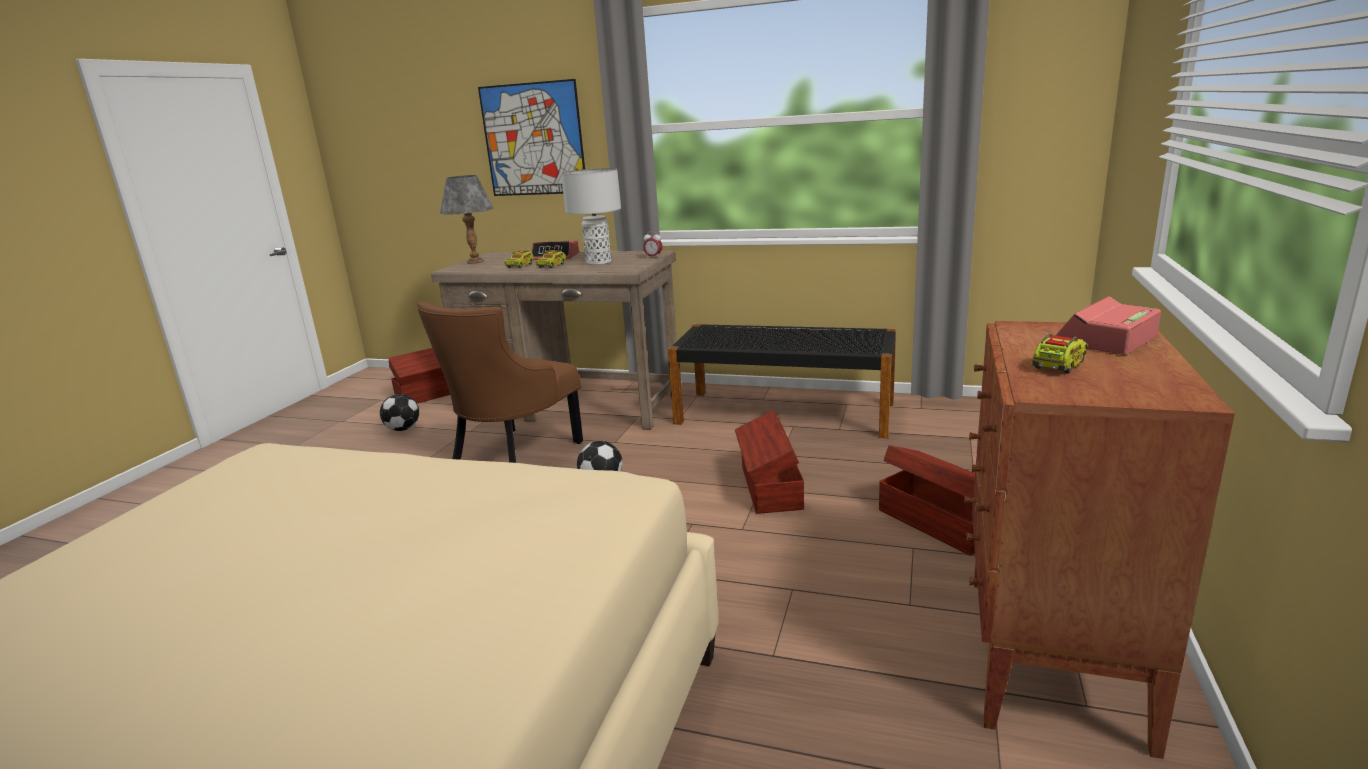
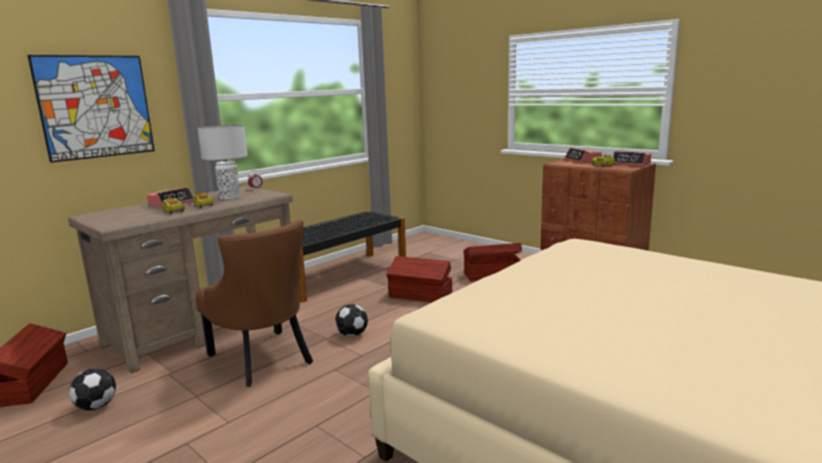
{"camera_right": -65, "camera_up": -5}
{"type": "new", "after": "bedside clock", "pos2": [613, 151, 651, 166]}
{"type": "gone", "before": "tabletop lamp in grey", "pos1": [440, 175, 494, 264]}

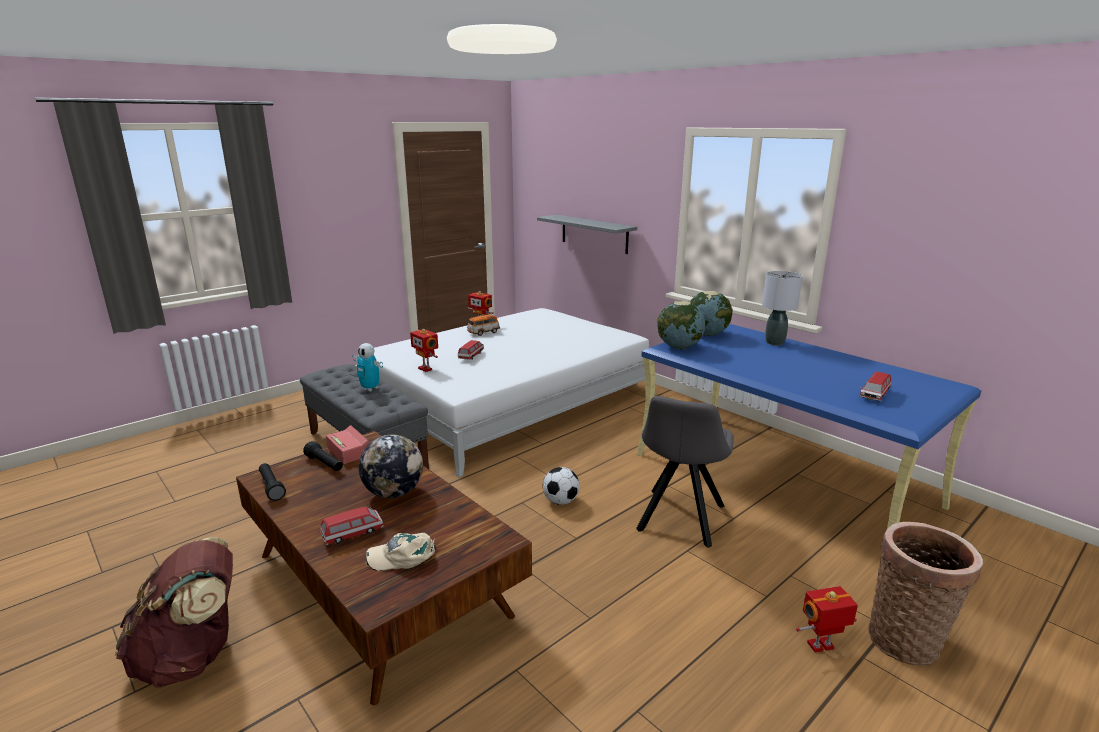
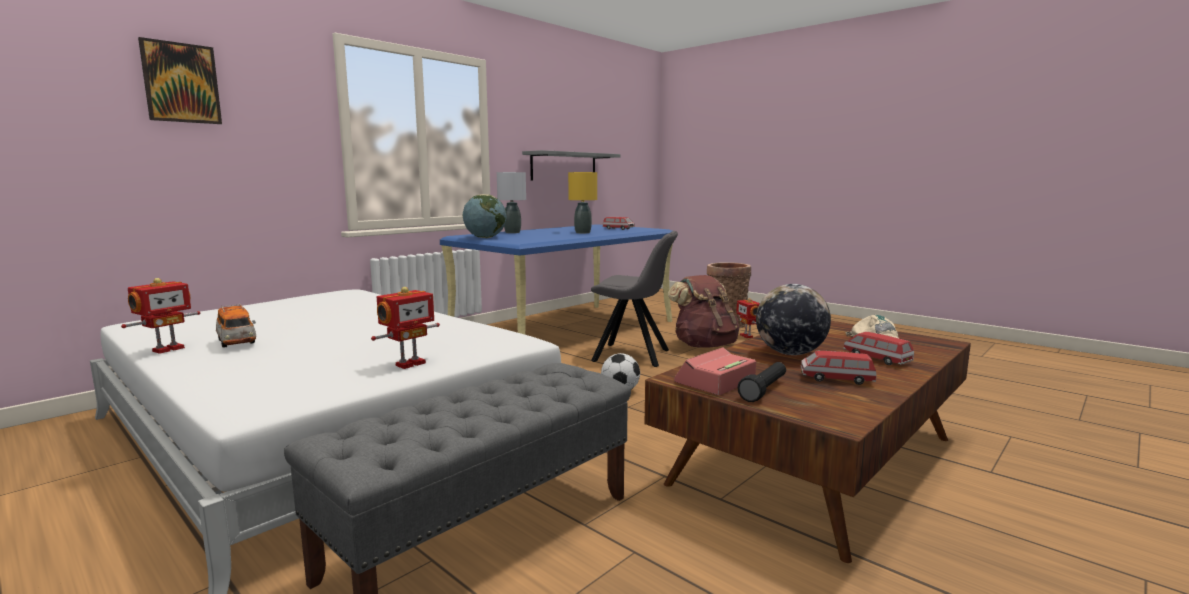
{"camera_right": -95, "camera_up": -10}
{"type": "new", "after": "wall art", "pos2": [138, 37, 222, 124]}
{"type": "shifted", "before": "shelf in grey", "pos1": [537, 215, 637, 254], "pos2": [522, 150, 621, 180]}
{"type": "new", "after": "tabletop lamp in yellow", "pos2": [568, 172, 597, 233]}
{"type": "shifted", "before": "backpack in brown", "pos1": [115, 537, 233, 687], "pos2": [668, 275, 739, 348]}
{"type": "shifted", "before": "miniature car", "pos1": [458, 340, 484, 360], "pos2": [801, 351, 876, 385]}
{"type": "gone", "before": "torch in black", "pos1": [259, 463, 286, 501]}
{"type": "gone", "before": "robot figure", "pos1": [352, 343, 383, 391]}
{"type": "gone", "before": "desk globe", "pos1": [657, 301, 705, 349]}

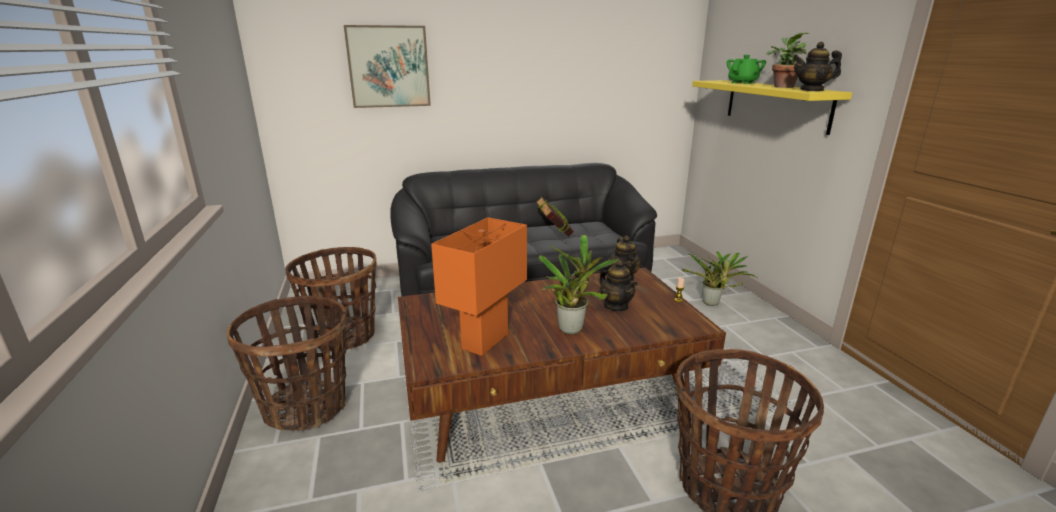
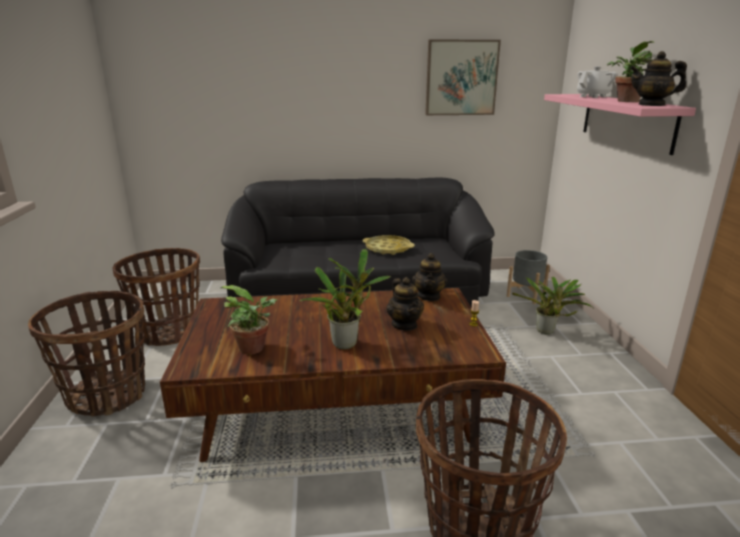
{"camera_right": 10, "camera_up": 0}
{"type": "swapped", "before": "tabletop lamp in orangey", "after": "plant in a pot", "pos1": [431, 217, 527, 356], "pos2": [221, 285, 277, 355]}
{"type": "swapped", "before": "book", "after": "tray in yellow", "pos1": [536, 197, 574, 237], "pos2": [362, 235, 415, 255]}
{"type": "shifted", "before": "wall art", "pos1": [344, 25, 431, 108], "pos2": [425, 40, 501, 115]}
{"type": "new", "after": "planter in grey", "pos2": [507, 250, 550, 304]}
{"type": "repainted", "before": "shelf in yellow", "after": "shelf in pinkish", "pos1": [692, 80, 852, 135], "pos2": [544, 94, 696, 155]}
{"type": "repainted", "before": "tea pot in greenish", "after": "tea pot in white", "pos1": [727, 55, 766, 84], "pos2": [577, 66, 617, 98]}

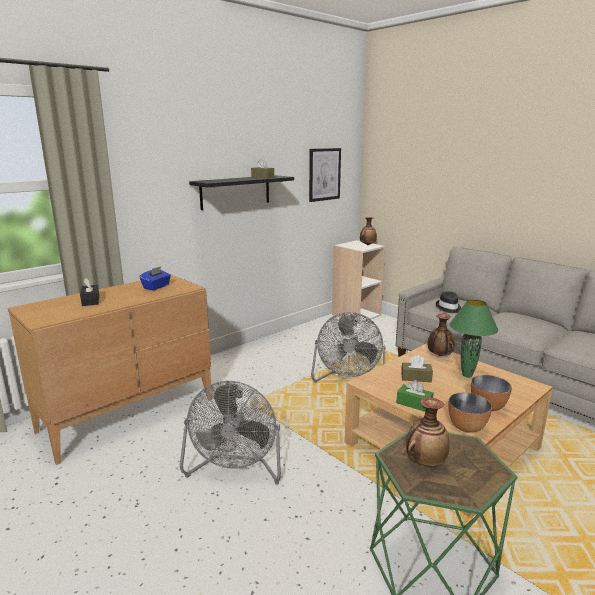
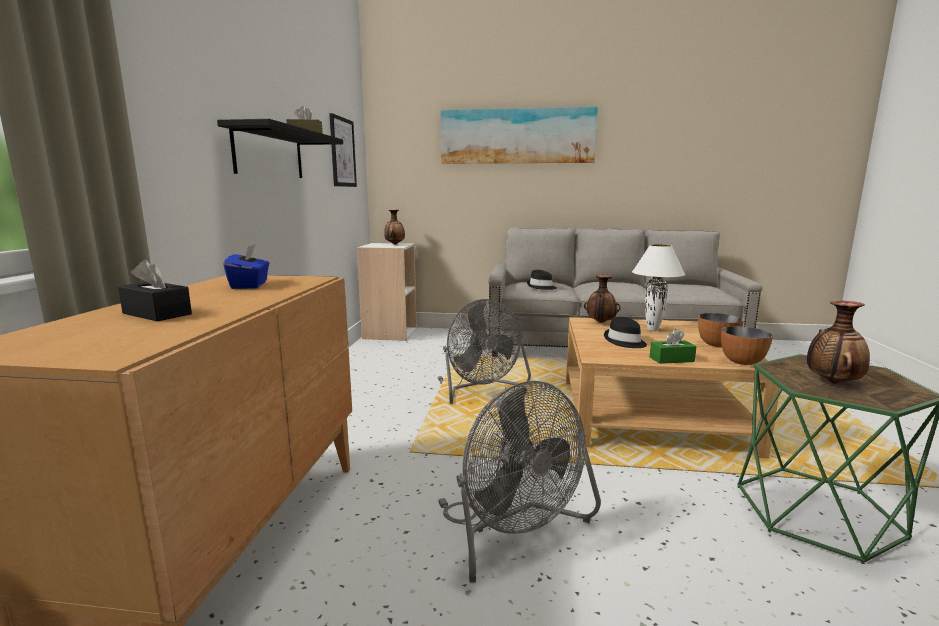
{"camera_right": -40, "camera_up": -5}
{"type": "new", "after": "wall art", "pos2": [440, 107, 598, 164]}
{"type": "swapped", "before": "tissue holder in brown", "after": "clothing hat in black", "pos1": [401, 355, 433, 382], "pos2": [604, 316, 647, 348]}
{"type": "repainted", "before": "tabletop lamp in greenish", "after": "tabletop lamp in white", "pos1": [449, 300, 498, 378], "pos2": [632, 244, 685, 331]}

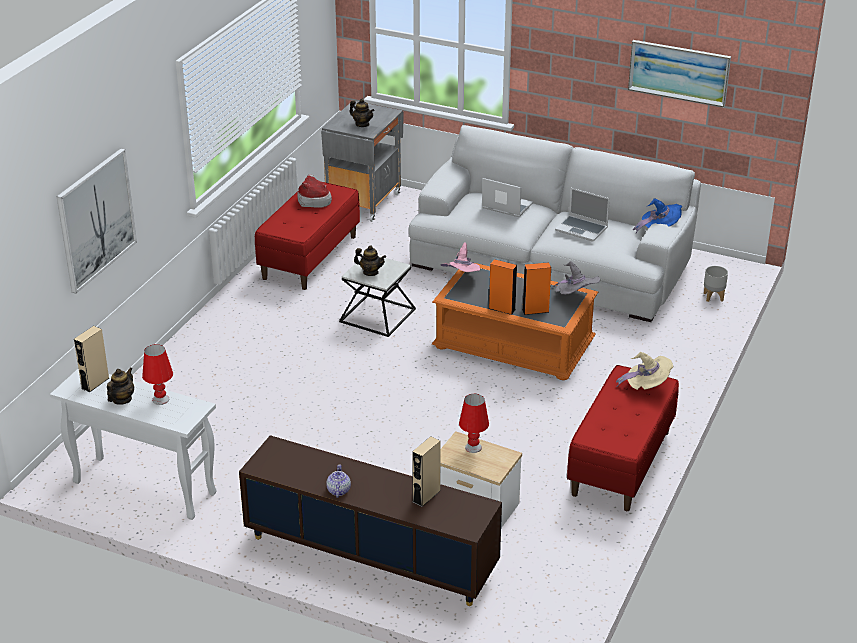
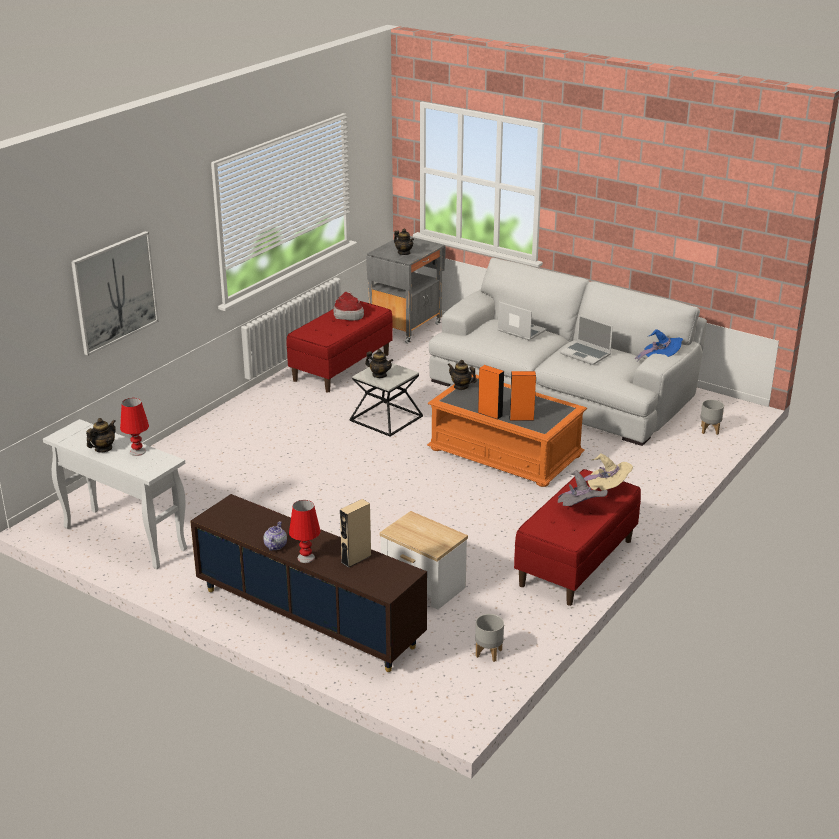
{"camera_right": 10, "camera_up": -5}
{"type": "shifted", "before": "tabletop lamp in red-coloured", "pos1": [459, 394, 489, 453], "pos2": [289, 500, 321, 563]}
{"type": "swapped", "before": "clothing hat in pinkish", "after": "tea pot", "pos1": [440, 242, 480, 272], "pos2": [448, 360, 477, 390]}
{"type": "new", "after": "planter in grey", "pos2": [475, 614, 504, 662]}
{"type": "shifted", "before": "clothing hat in grey", "pos1": [553, 261, 600, 294], "pos2": [558, 470, 608, 506]}
{"type": "gone", "before": "audio speaker in beige", "pos1": [74, 326, 109, 392]}
{"type": "gone", "before": "wall art", "pos1": [628, 40, 731, 107]}

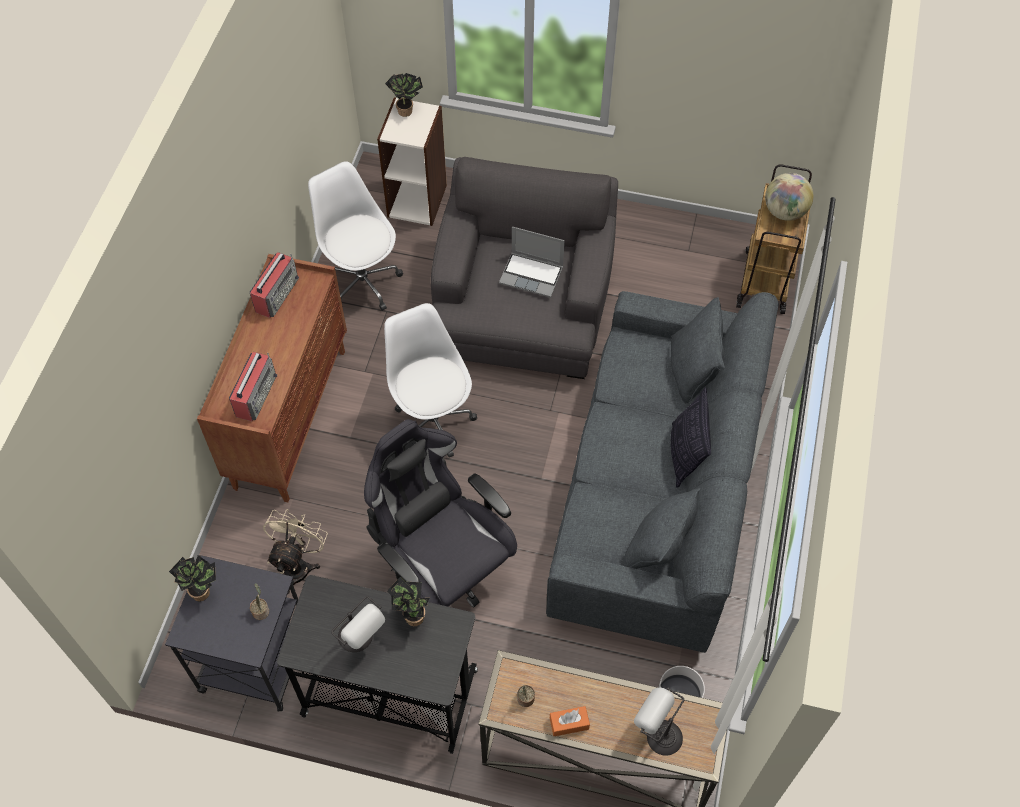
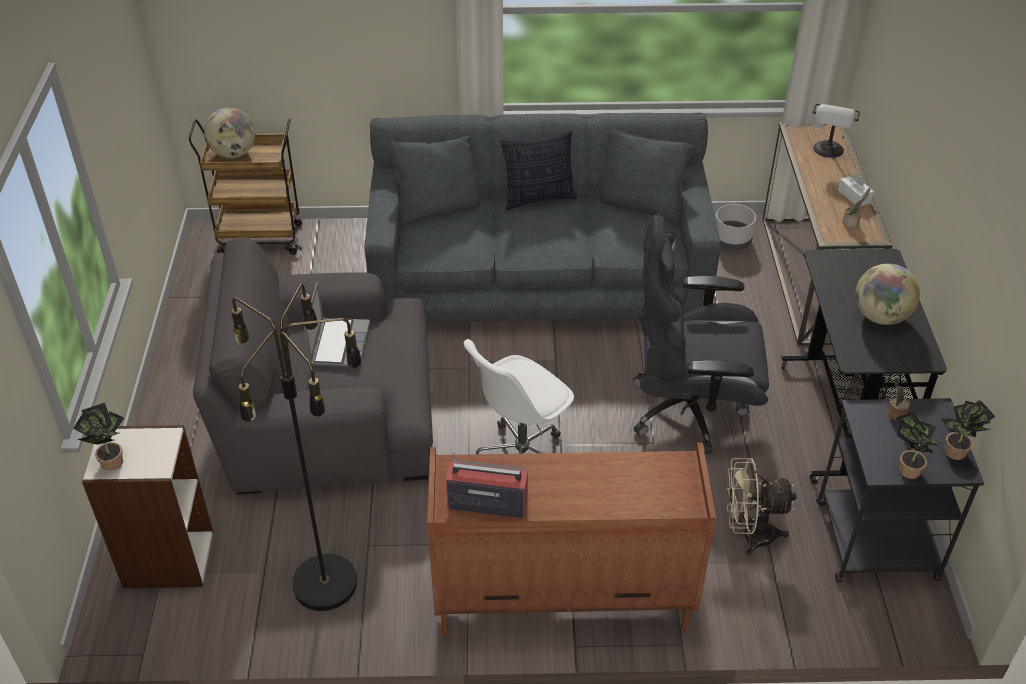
{"camera_right": -105, "camera_up": -15}
{"type": "swapped", "before": "computer chair in white", "after": "standard lamp", "pos1": [308, 161, 403, 311], "pos2": [231, 284, 361, 611]}
{"type": "rotated", "before": "computer chair in black", "pos1": [364, 419, 517, 607], "pos2": [633, 215, 769, 454], "turn": 60}
{"type": "repainted", "before": "tissue holder in orangey", "after": "tissue holder in white", "pos1": [550, 706, 590, 736], "pos2": [838, 174, 874, 206]}
{"type": "swapped", "before": "tabletop lamp", "after": "desk globe", "pos1": [331, 596, 385, 652], "pos2": [856, 264, 920, 325]}
{"type": "shifted", "before": "plant in a pot", "pos1": [387, 577, 429, 626], "pos2": [941, 400, 995, 460]}
{"type": "gone", "before": "radio receiver", "pos1": [229, 352, 277, 421]}

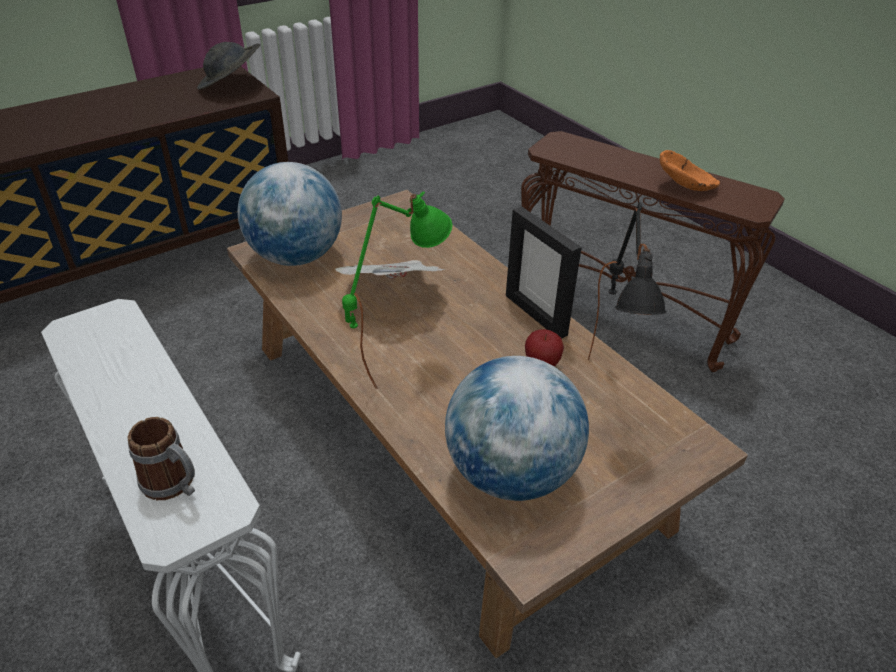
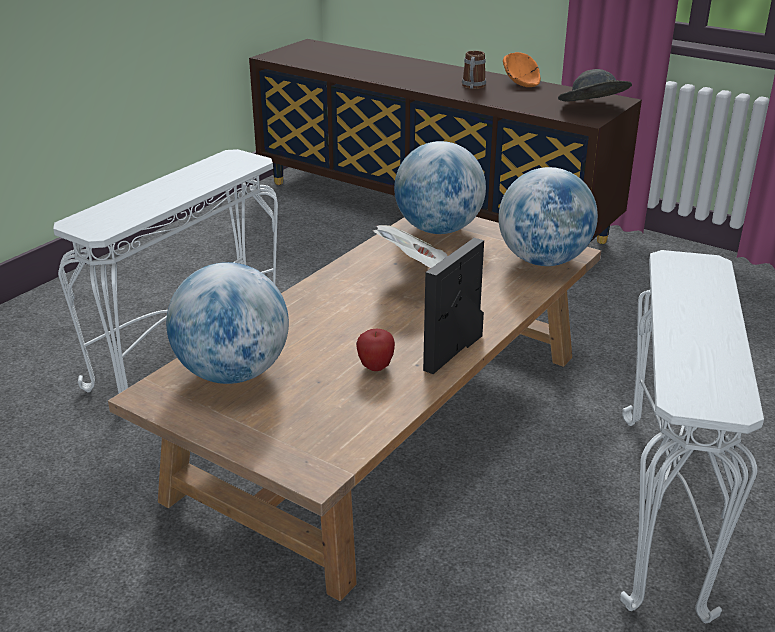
{"camera_right": 70, "camera_up": -10}
{"type": "shifted", "before": "coffee mug", "pos1": [128, 417, 195, 500], "pos2": [462, 51, 486, 89]}
{"type": "new", "after": "desk globe", "pos2": [498, 167, 598, 266]}
{"type": "shifted", "before": "serving bowl in orangey", "pos1": [660, 150, 720, 191], "pos2": [503, 52, 541, 87]}
{"type": "repainted", "before": "side table in brown", "after": "side table in white", "pos1": [521, 131, 784, 372], "pos2": [620, 250, 764, 623]}
{"type": "gone", "before": "tabletop lamp in greenish", "pos1": [342, 192, 452, 390]}
{"type": "gone", "before": "tabletop lamp in black", "pos1": [588, 202, 666, 360]}

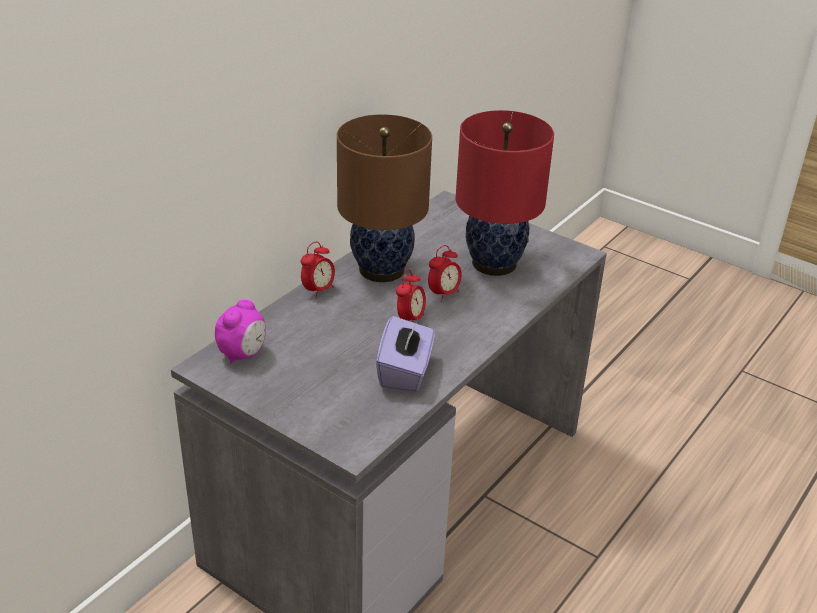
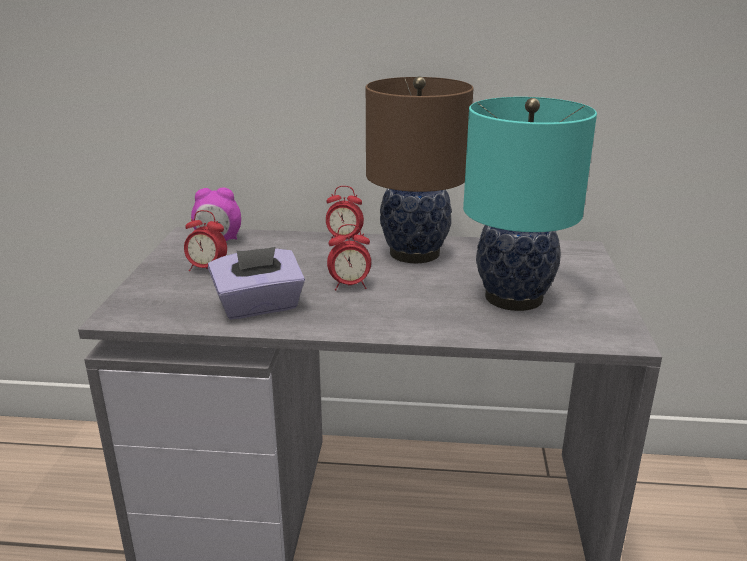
{"camera_right": 60, "camera_up": -10}
{"type": "shifted", "before": "bedside clock", "pos1": [428, 245, 462, 302], "pos2": [184, 210, 227, 271]}
{"type": "repainted", "before": "tabletop lamp in red-coloured", "after": "tabletop lamp in turquoise", "pos1": [456, 110, 554, 276], "pos2": [463, 97, 597, 311]}

